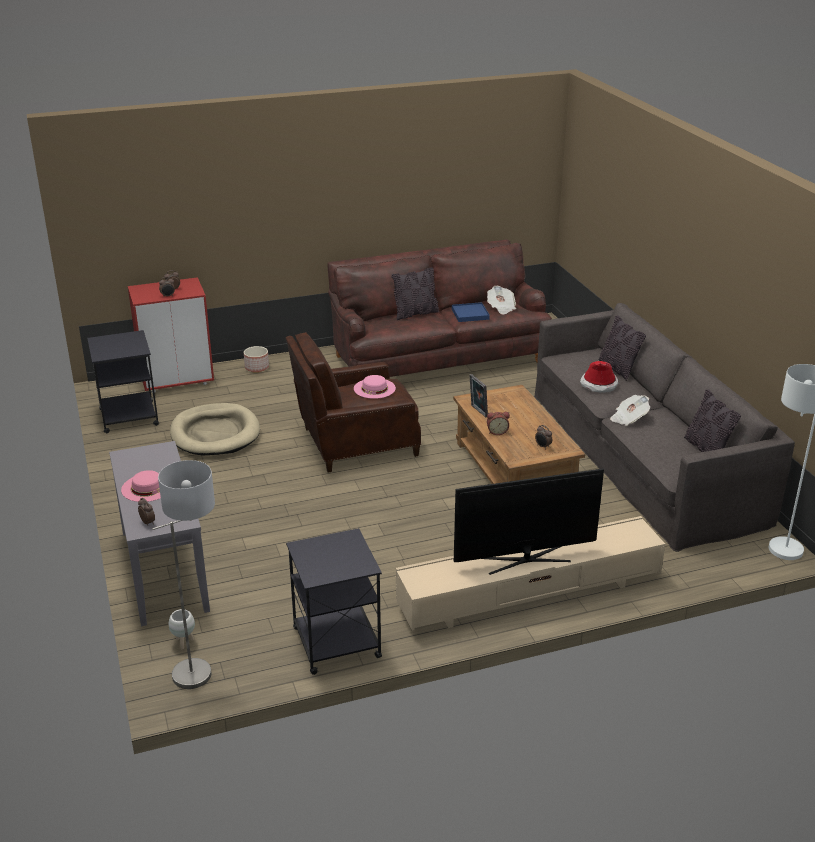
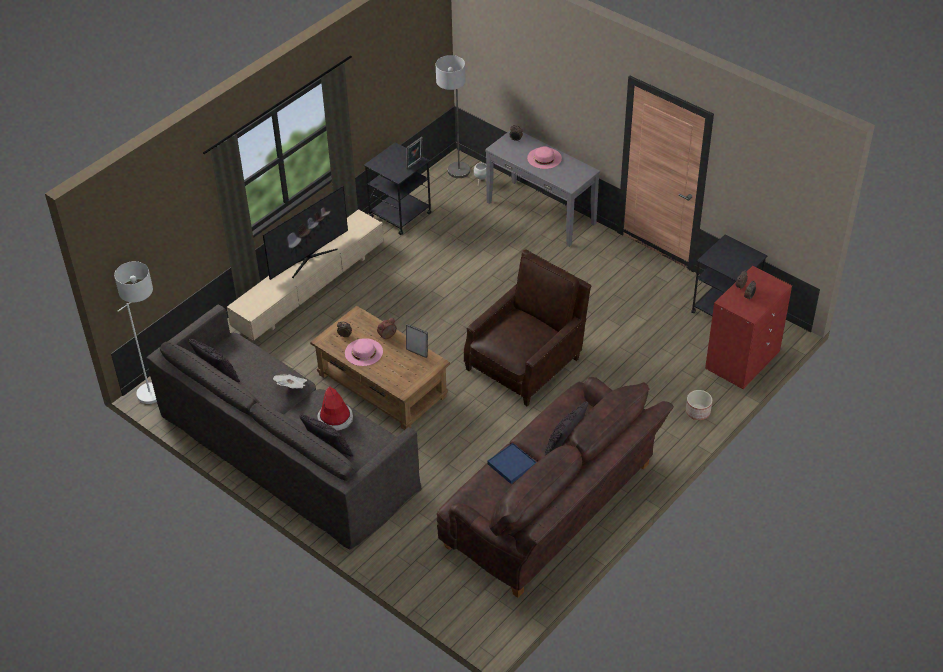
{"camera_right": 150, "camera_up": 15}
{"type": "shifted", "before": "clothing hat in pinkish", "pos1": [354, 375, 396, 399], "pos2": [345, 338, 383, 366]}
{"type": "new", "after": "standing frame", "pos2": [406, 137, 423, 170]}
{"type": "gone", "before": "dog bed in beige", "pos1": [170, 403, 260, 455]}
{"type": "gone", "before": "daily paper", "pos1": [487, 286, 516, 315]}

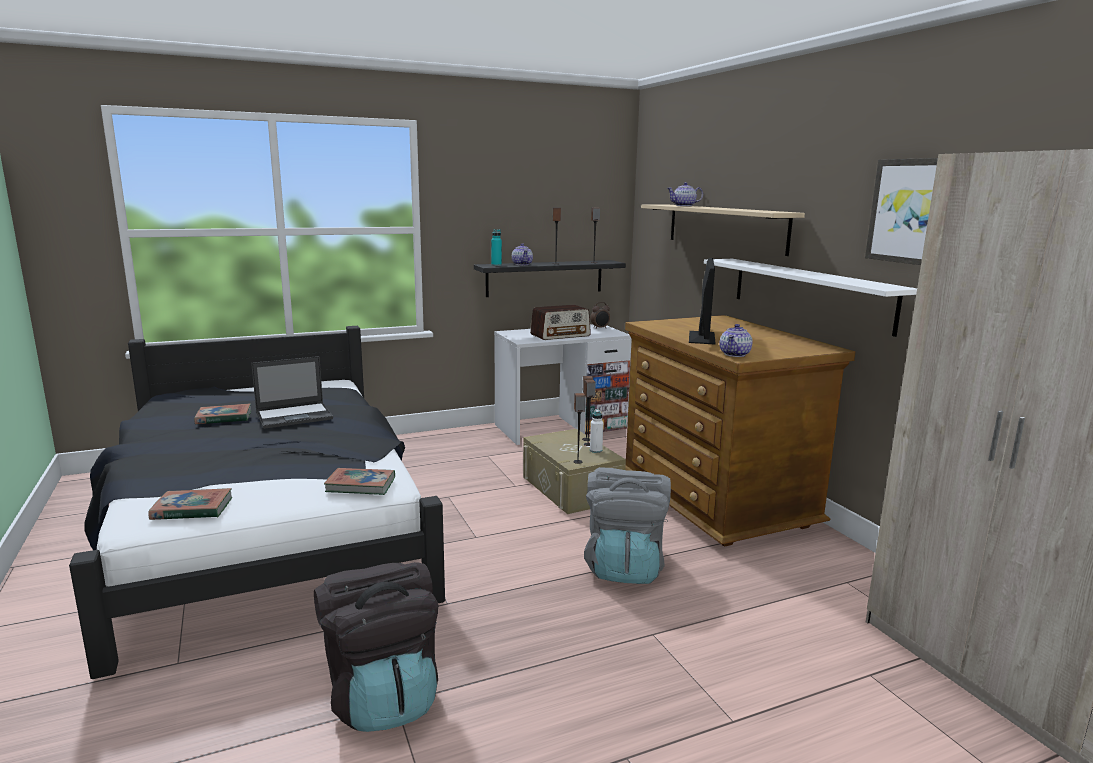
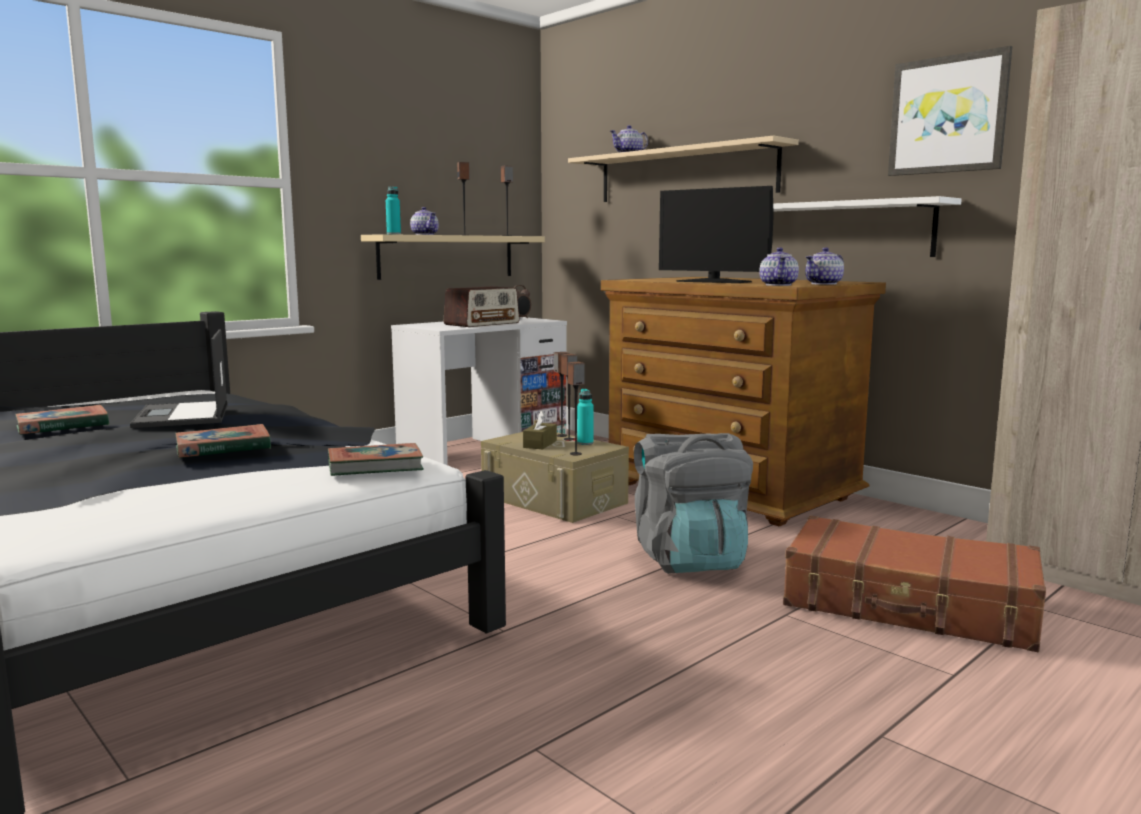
{"camera_right": -20, "camera_up": -5}
{"type": "rotated", "before": "portable computer", "pos1": [251, 356, 333, 429], "pos2": [130, 329, 228, 428], "turn": 120}
{"type": "shifted", "before": "book", "pos1": [148, 488, 232, 520], "pos2": [175, 424, 271, 458]}
{"type": "repainted", "before": "shelf in black", "after": "shelf in beige", "pos1": [474, 260, 626, 297], "pos2": [361, 234, 545, 280]}
{"type": "new", "after": "tissue holder in brown", "pos2": [523, 410, 557, 449]}
{"type": "repainted", "before": "beverage bottle in white", "after": "beverage bottle in turquoise", "pos1": [590, 409, 603, 453], "pos2": [577, 389, 594, 445]}
{"type": "rotated", "before": "monitor", "pos1": [689, 258, 716, 344], "pos2": [659, 186, 774, 283], "turn": 135}
{"type": "new", "after": "suitcase in brown", "pos2": [783, 515, 1046, 652]}
{"type": "new", "after": "tea pot", "pos2": [805, 247, 844, 285]}
{"type": "gone", "before": "backpack in black", "pos1": [314, 562, 438, 732]}

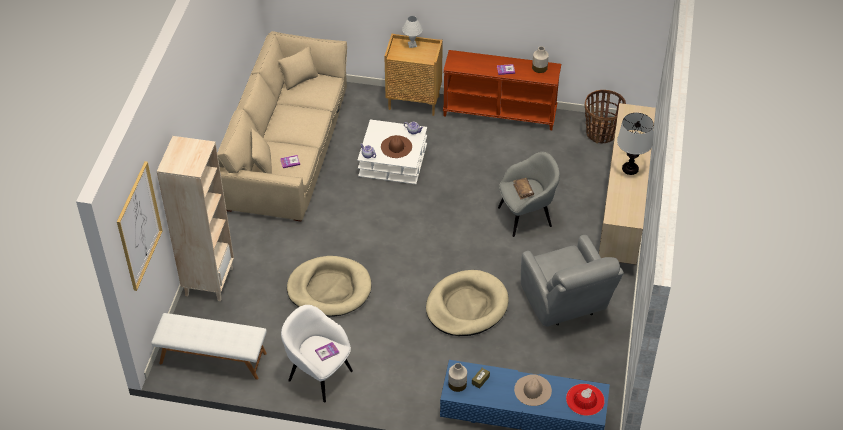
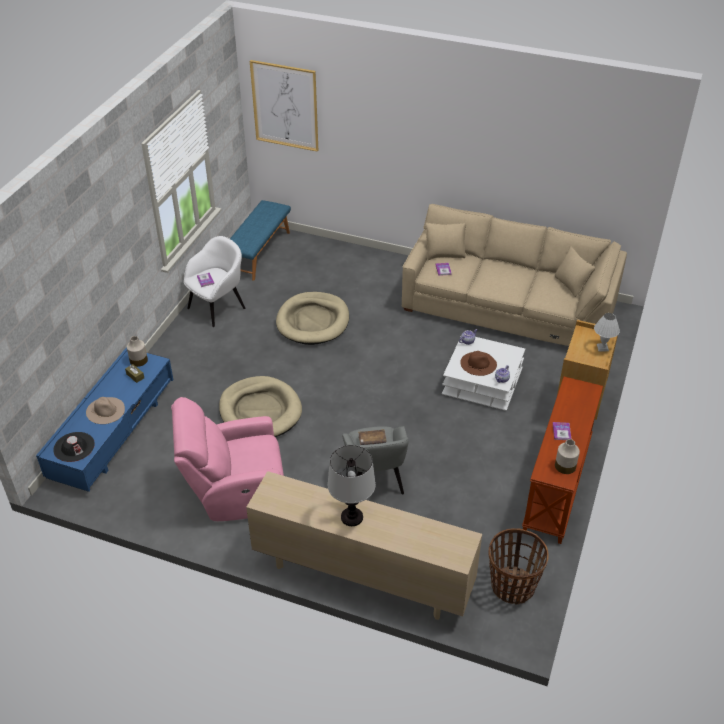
{"camera_right": 100, "camera_up": -5}
{"type": "repainted", "before": "clothing hat in red-coloured", "after": "clothing hat in black", "pos1": [566, 384, 605, 416], "pos2": [53, 432, 95, 462]}
{"type": "repainted", "before": "armchair in grey", "after": "armchair in pinkish", "pos1": [521, 235, 624, 327], "pos2": [171, 397, 284, 521]}
{"type": "repainted", "before": "indoor bench in white", "after": "indoor bench in blue", "pos1": [151, 313, 267, 380], "pos2": [230, 200, 291, 281]}
{"type": "gone", "before": "bookshelf in beige", "pos1": [157, 136, 234, 301]}

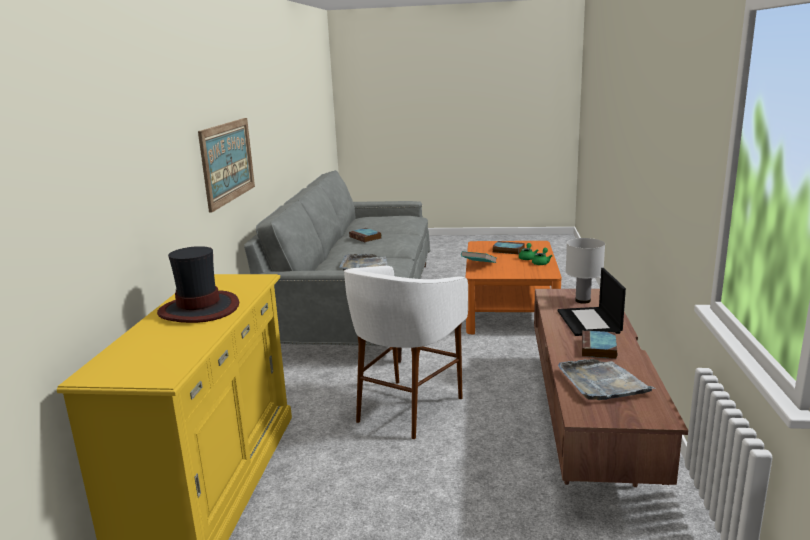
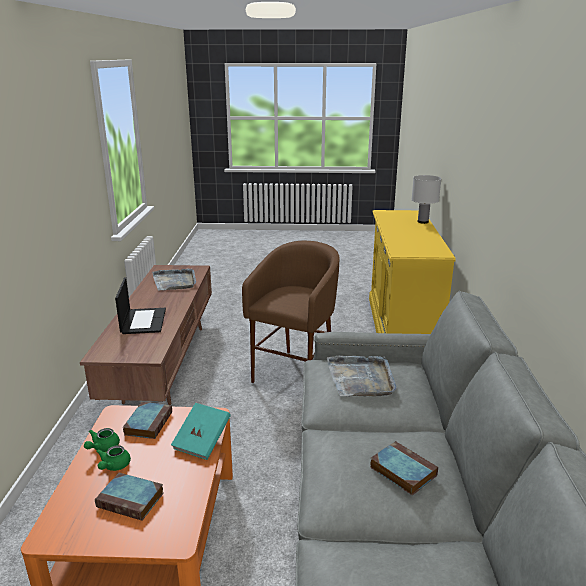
{"camera_right": 175, "camera_up": 5}
{"type": "shifted", "before": "book", "pos1": [582, 330, 618, 359], "pos2": [123, 402, 172, 439]}
{"type": "repainted", "before": "sitting stool in white", "after": "sitting stool in brown", "pos1": [344, 266, 468, 439], "pos2": [242, 241, 339, 383]}
{"type": "shifted", "before": "tabletop lamp in white", "pos1": [565, 238, 605, 304], "pos2": [411, 175, 441, 224]}
{"type": "gone", "before": "clothing hat", "pos1": [157, 246, 239, 323]}
{"type": "gone", "before": "wall art", "pos1": [198, 118, 255, 212]}

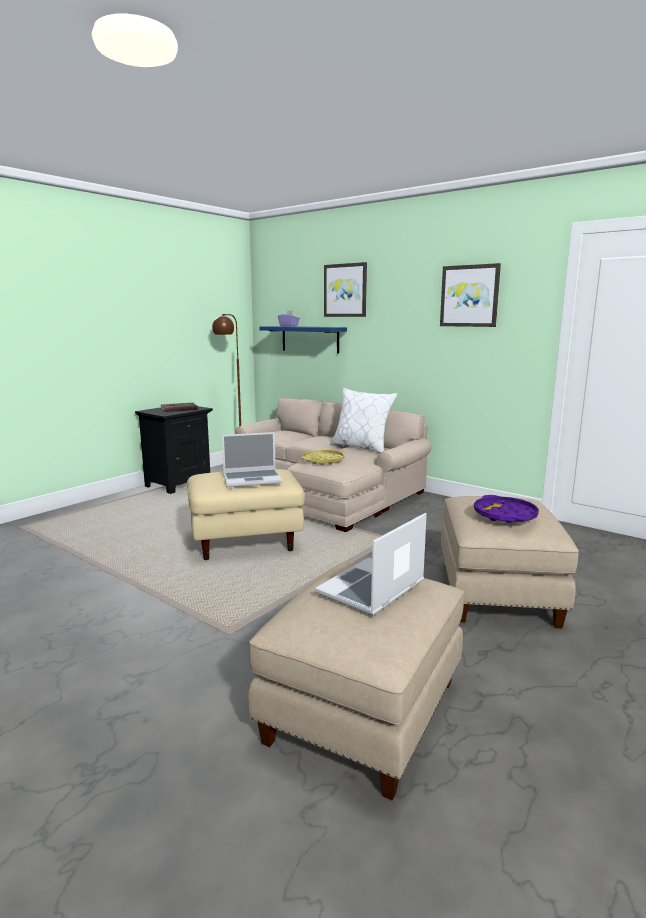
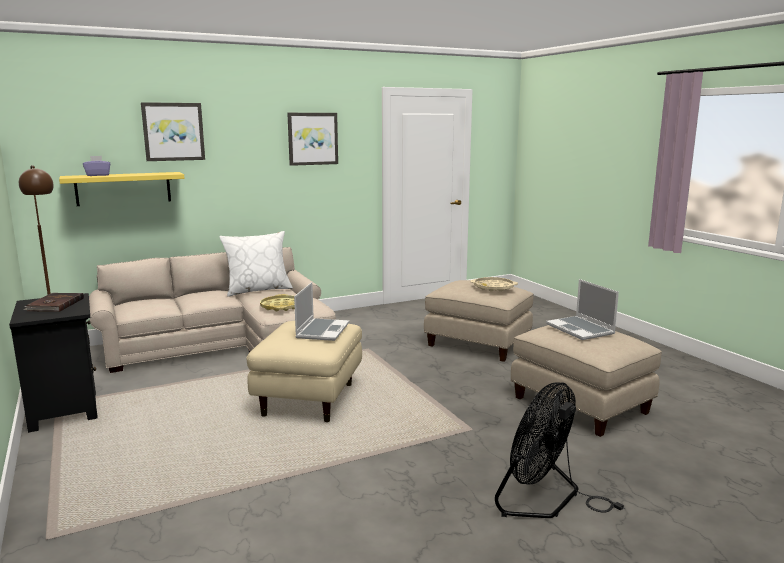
{"camera_right": -65, "camera_up": 0}
{"type": "repainted", "before": "shelf in blue", "after": "shelf in yellow", "pos1": [259, 326, 347, 353], "pos2": [59, 172, 185, 206]}
{"type": "repainted", "before": "tray in purple", "after": "tray in beige", "pos1": [474, 495, 539, 523], "pos2": [470, 277, 518, 292]}
{"type": "new", "after": "cooling fan in black", "pos2": [495, 382, 624, 518]}

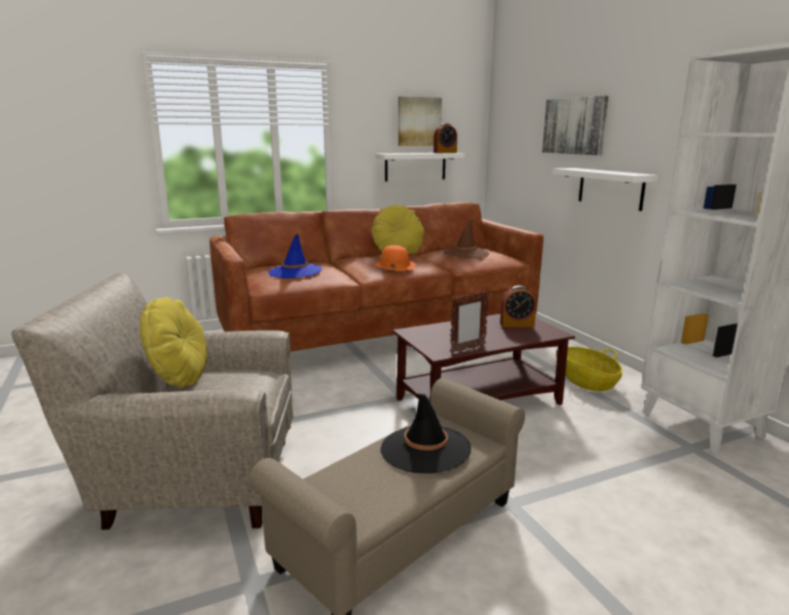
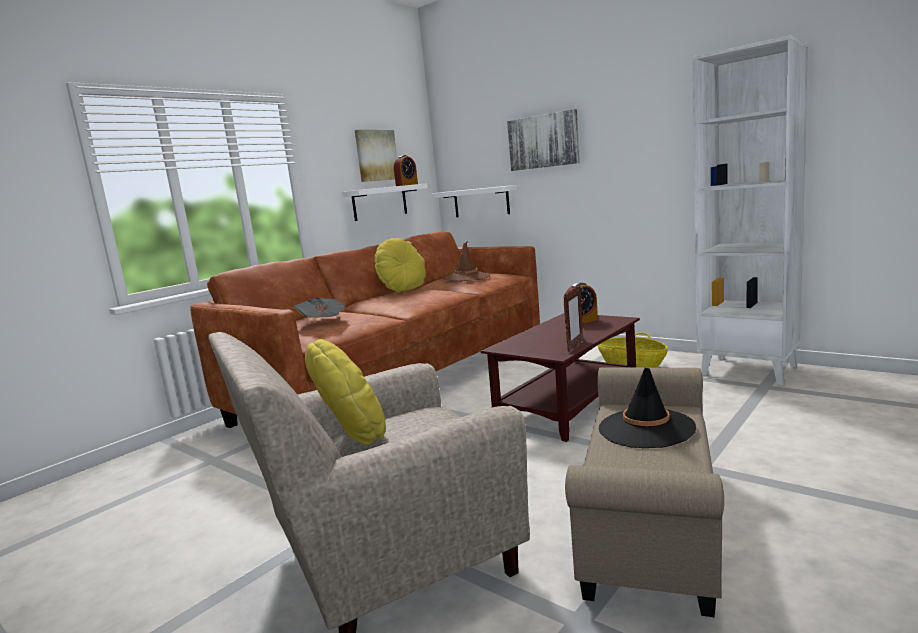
{"camera_right": -25, "camera_up": -5}
{"type": "swapped", "before": "clothing hat in blue", "after": "daily paper", "pos1": [268, 234, 322, 278], "pos2": [293, 298, 346, 318]}
{"type": "shifted", "before": "shelf in white", "pos1": [553, 168, 658, 211], "pos2": [432, 185, 517, 217]}
{"type": "gone", "before": "clothing hat in orangey", "pos1": [374, 245, 417, 271]}

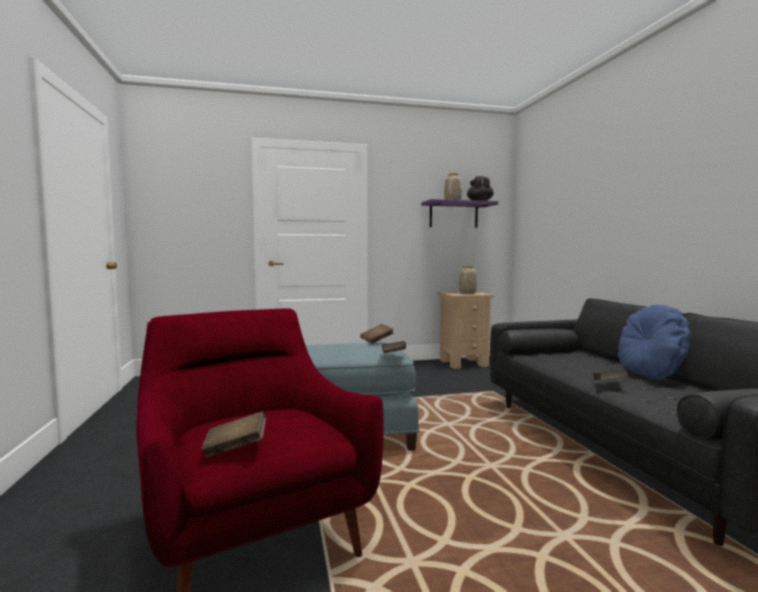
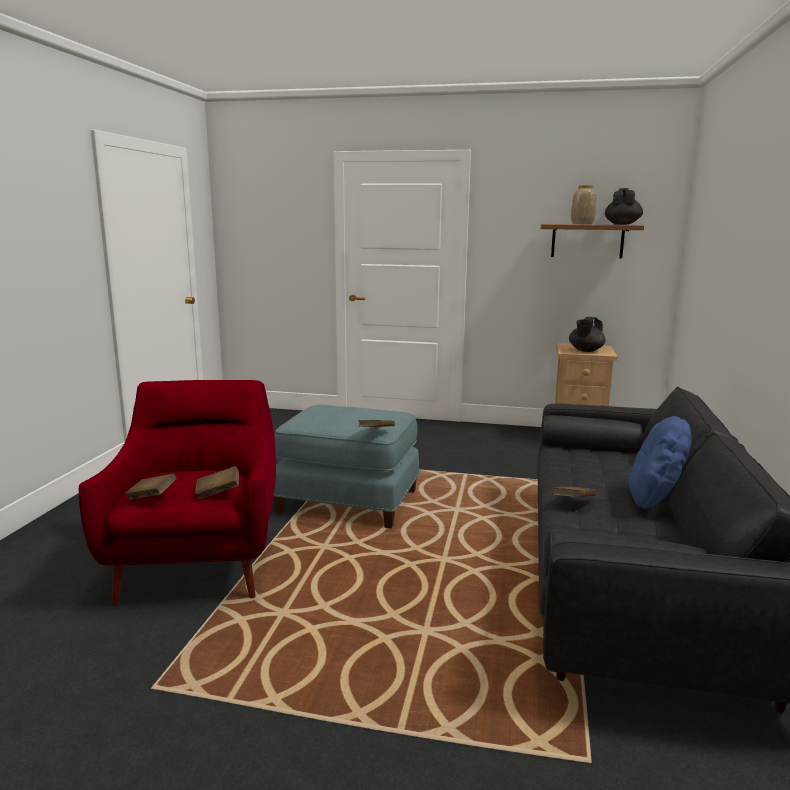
{"camera_right": 25, "camera_up": 10}
{"type": "shifted", "before": "book in brown", "pos1": [360, 324, 393, 344], "pos2": [195, 466, 239, 499]}
{"type": "repainted", "before": "shelf in purple", "after": "shelf in brown", "pos1": [421, 199, 499, 228], "pos2": [541, 224, 644, 258]}
{"type": "swapped", "before": "vase", "after": "tea pot in black", "pos1": [459, 266, 477, 294], "pos2": [569, 317, 605, 352]}

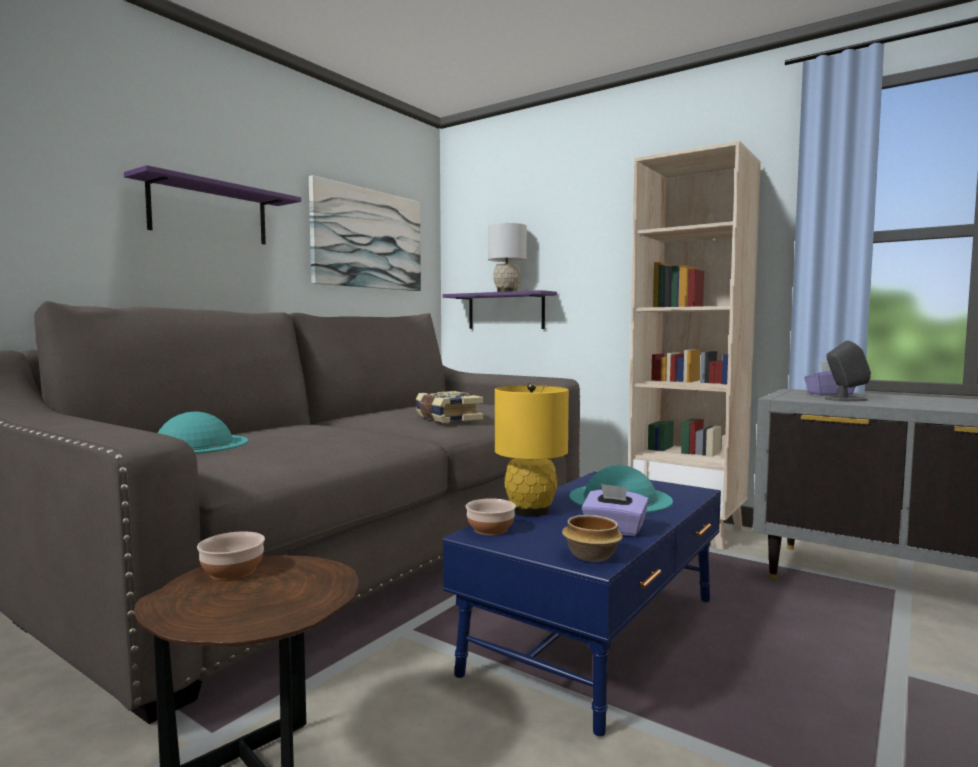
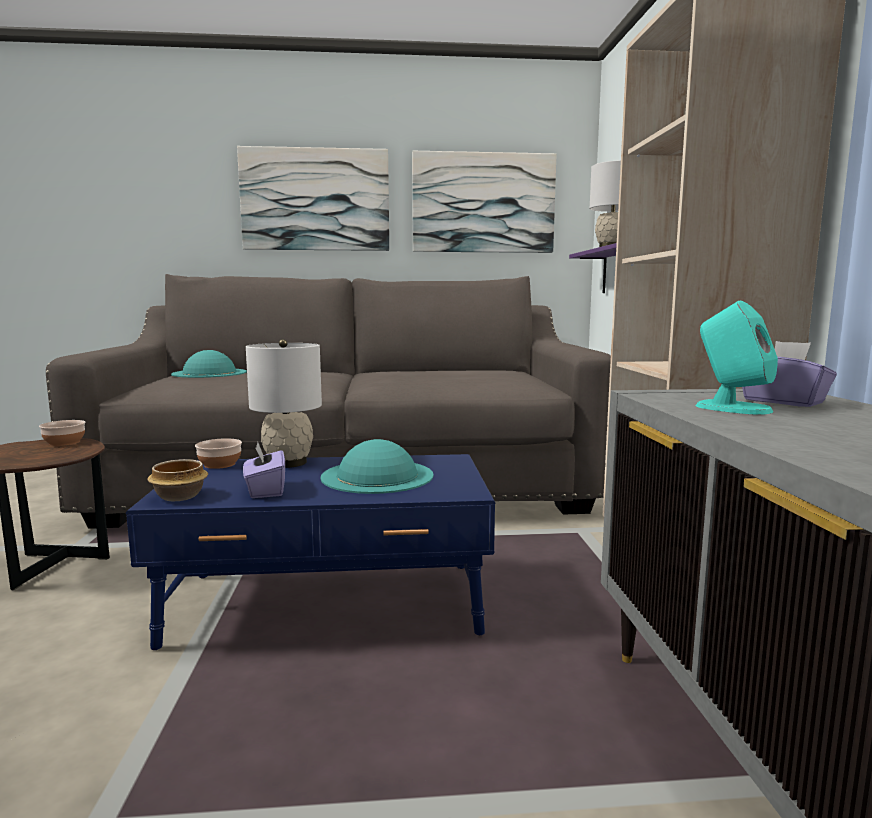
{"camera_right": 50, "camera_up": 5}
{"type": "swapped", "before": "shelf in purple", "after": "wall art", "pos1": [124, 165, 301, 245], "pos2": [237, 146, 389, 251]}
{"type": "repainted", "before": "tabletop lamp in yellow", "after": "tabletop lamp in white", "pos1": [495, 383, 569, 516], "pos2": [246, 339, 322, 468]}
{"type": "repainted", "before": "audio speaker in grey", "after": "audio speaker in turquoise", "pos1": [825, 341, 871, 401], "pos2": [696, 301, 778, 415]}
{"type": "gone", "before": "book", "pos1": [416, 391, 483, 423]}

